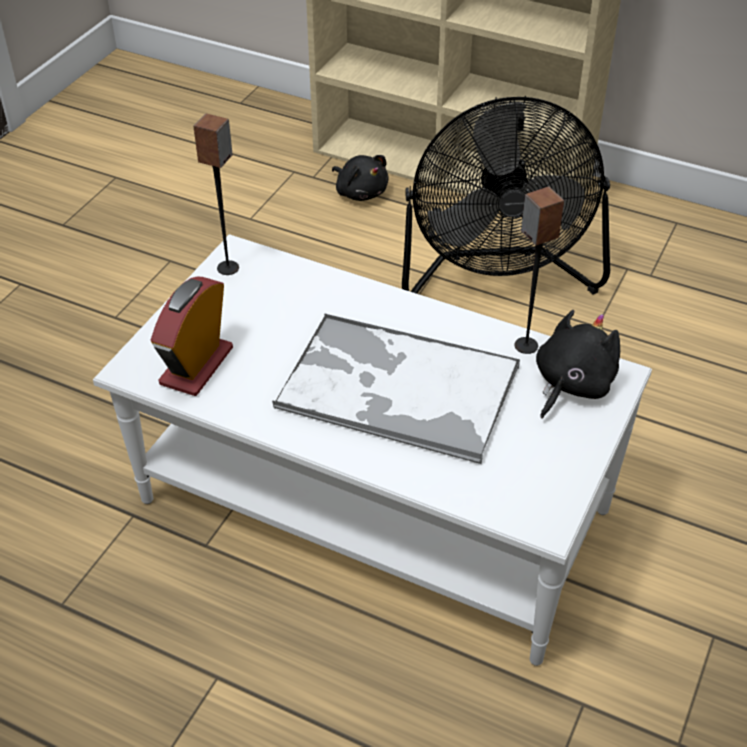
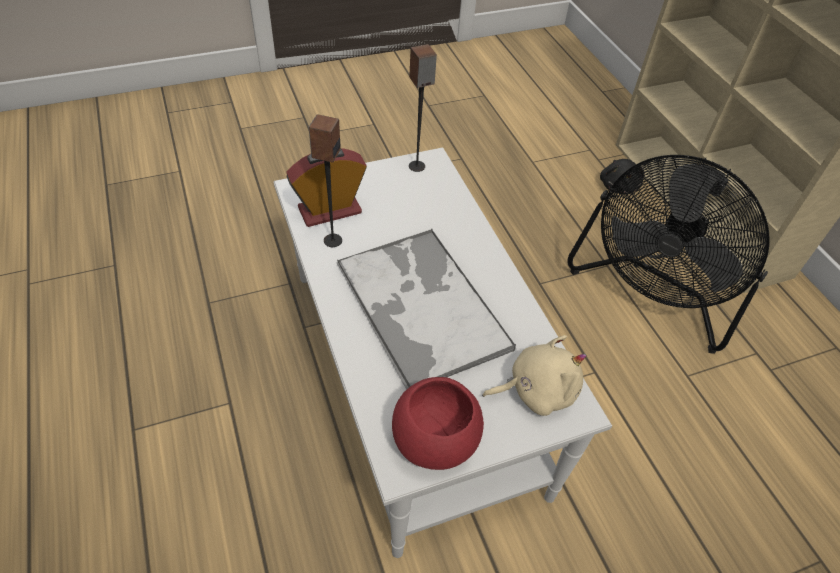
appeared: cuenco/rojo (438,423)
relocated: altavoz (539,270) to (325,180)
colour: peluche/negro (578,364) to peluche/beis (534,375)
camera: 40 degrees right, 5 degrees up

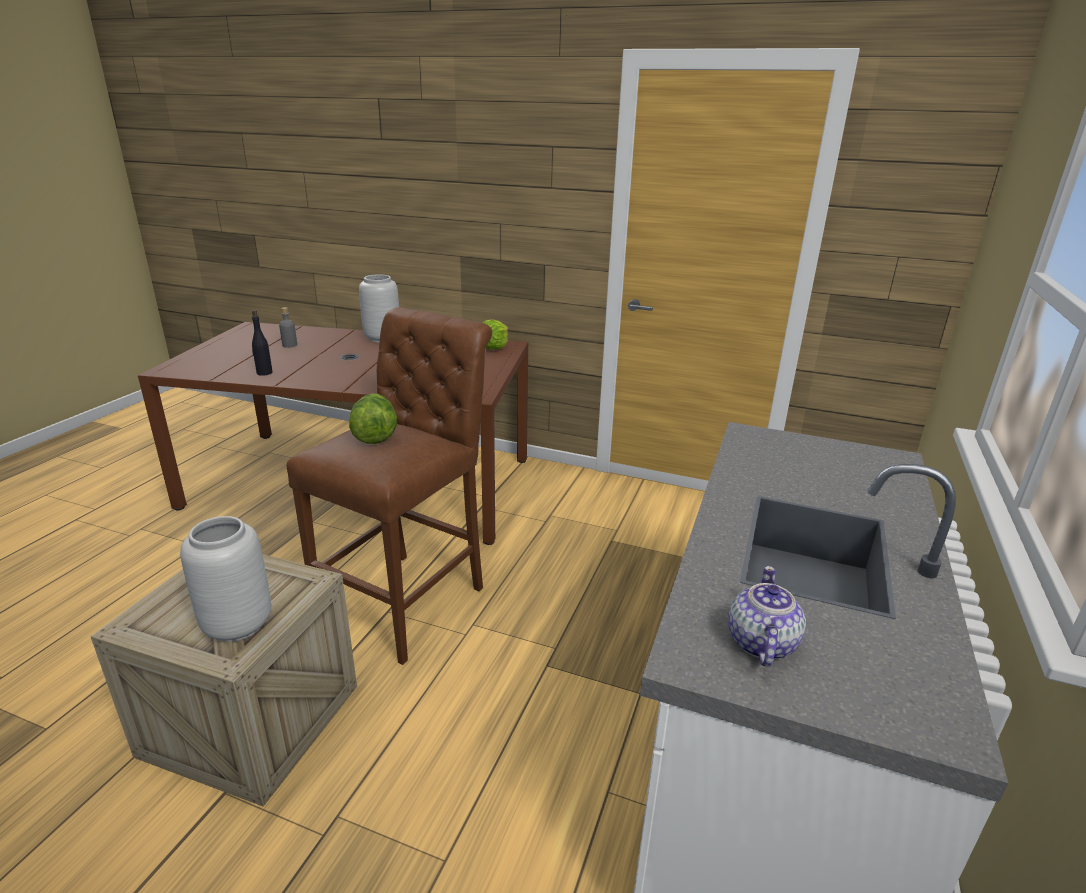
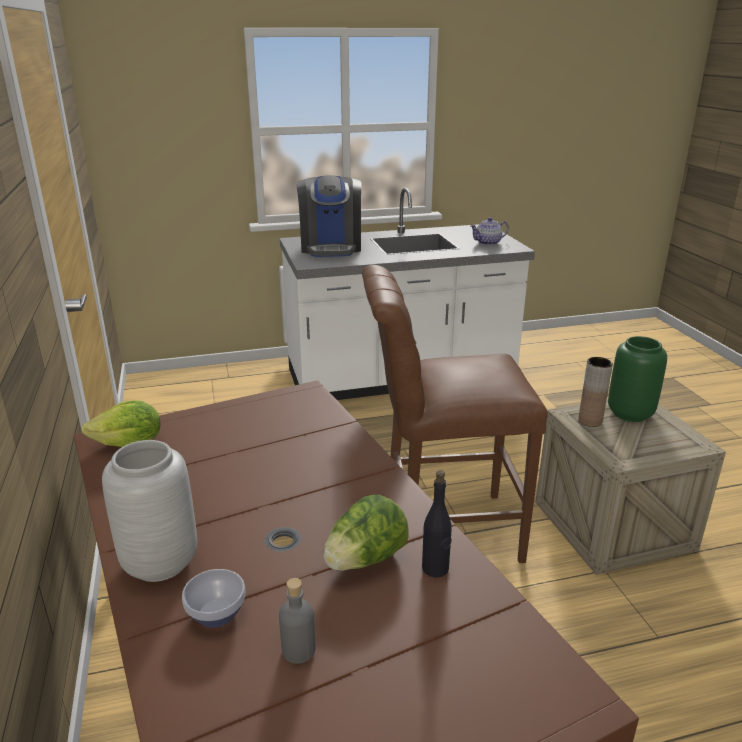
appeared: cuenco (213,598); cafetera (328,216); florero/marrón (595,392)
relocated: lechuga (373,418) to (366,533)
colour: florero/gris (225,579) to florero/verde (637,379)
camera: 125 degrees left, 0 degrees up

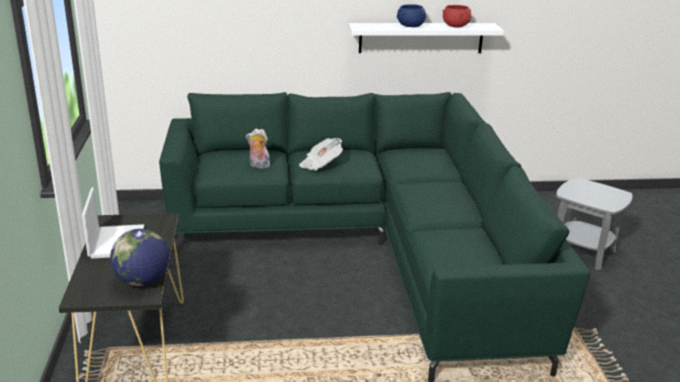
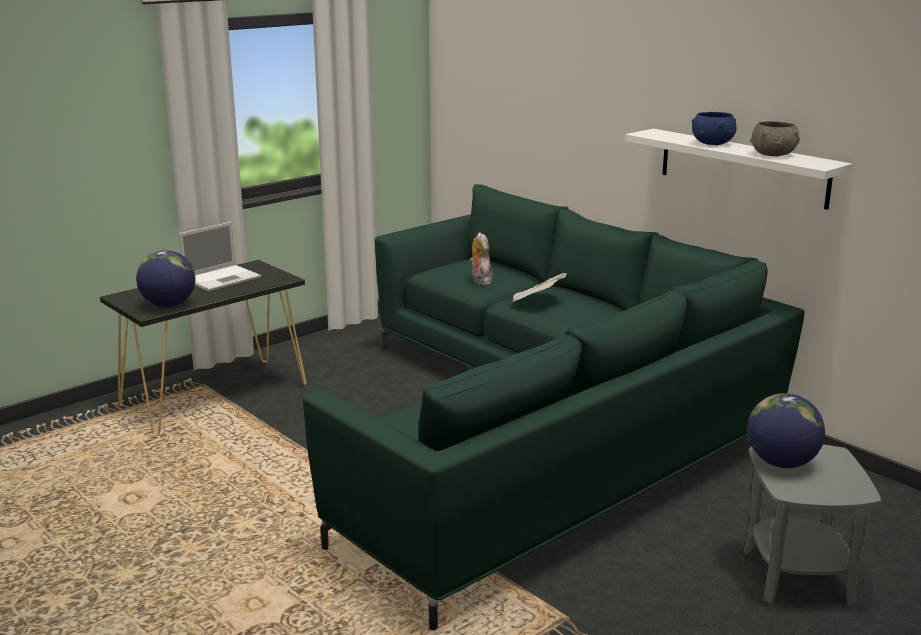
appeared: globo terráqueo (786,430)
colour: cuenco/rojo (457,16) to cuenco/gris (775,138)
camera: 55 degrees right, 5 degrees down

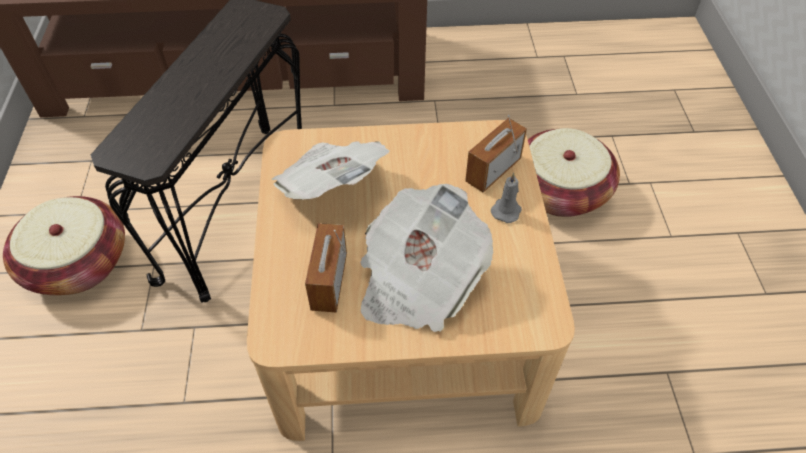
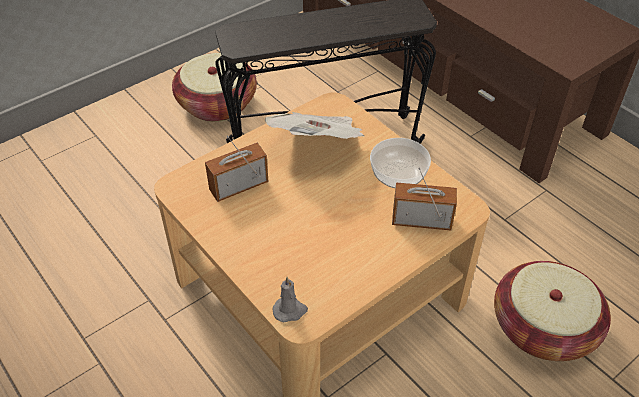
missing: periódico (426,258)
appeared: cuenco (400,163)
relocated: vela/gris (506,198) to (290,300)
camera: 55 degrees right, 5 degrees down

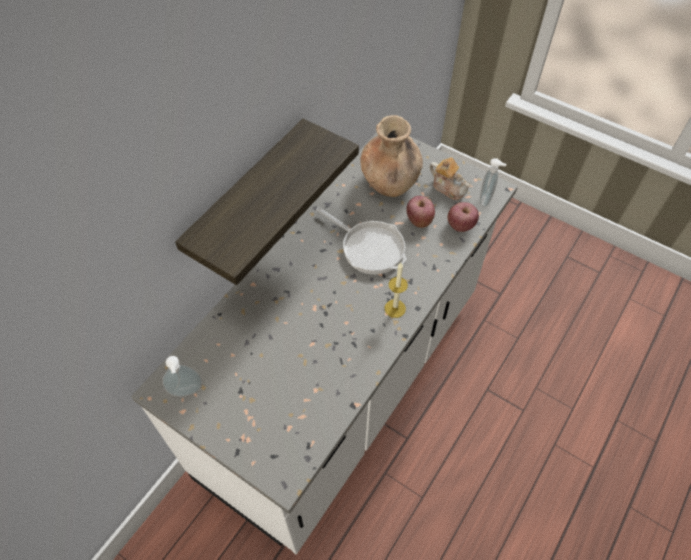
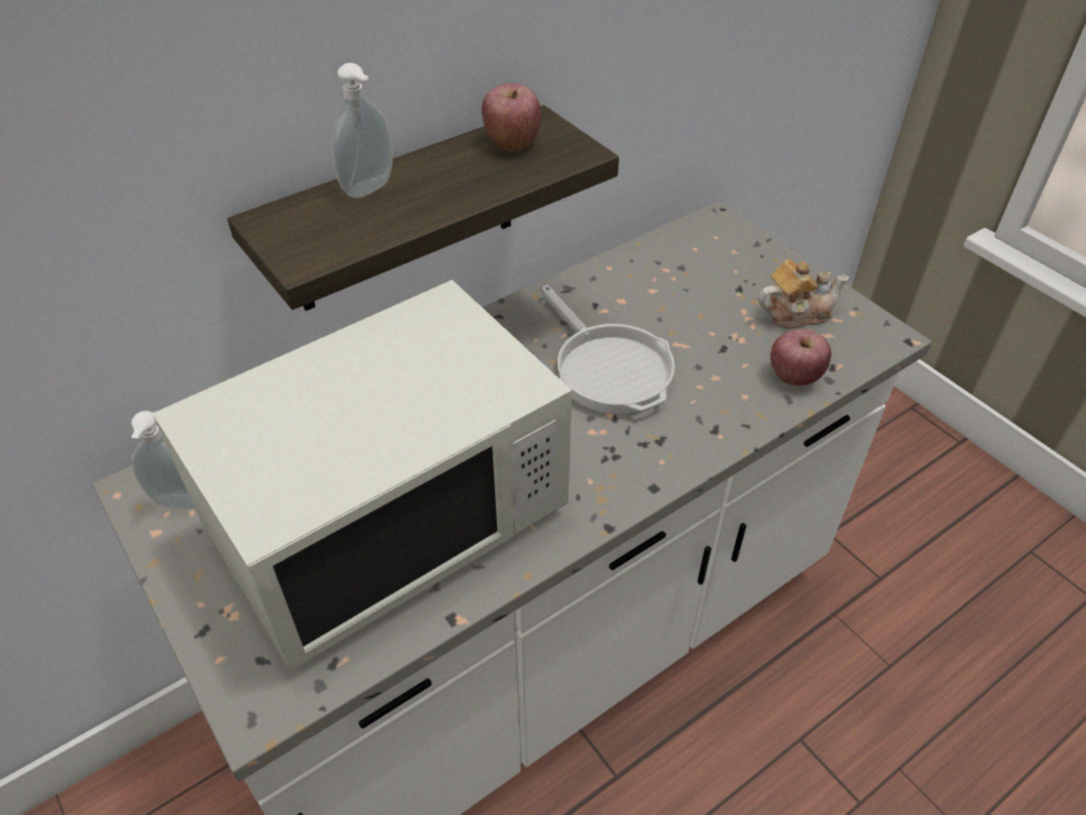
missing: florero/marrón (392,156); vela (396,290)
appeared: microondas/blanco (362,475)
relocated: manzana (420,212) to (511,117); dispensador de jabón (493,182) to (362,130)
spun: tetera (450,178) = (803,293) 75 degrees counterclockwise
camera: 20 degrees right, 10 degrees down

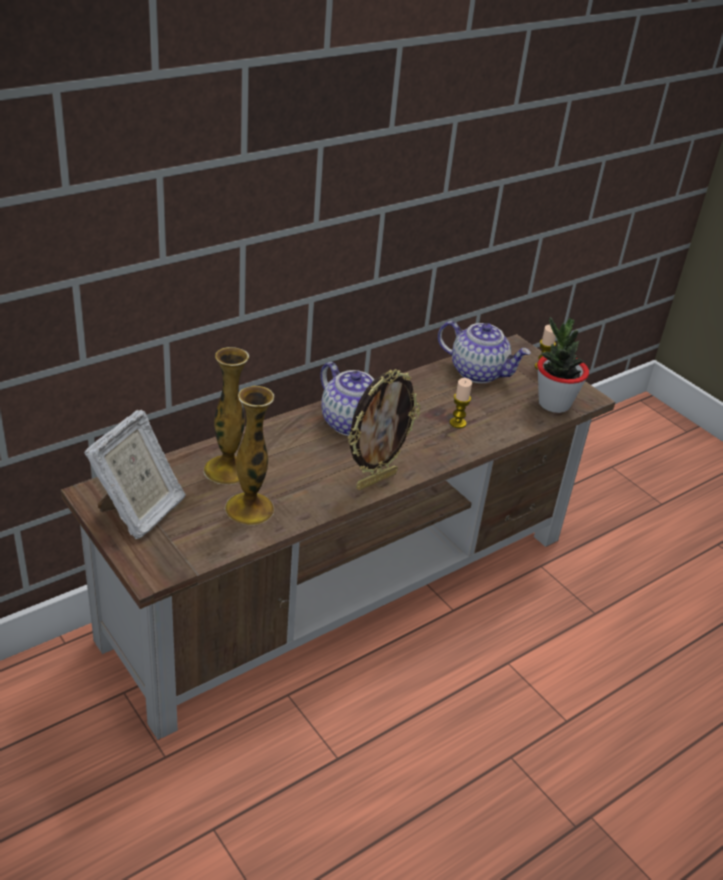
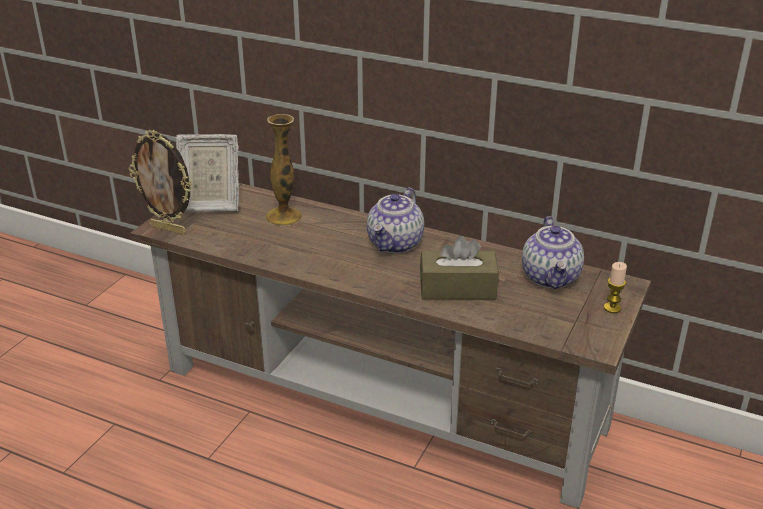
missing: florero (249,455); planta en maceta (563,365)
relocated: portarretratos (384,429) to (160,182)
exchanged: vela (461,403) to caja de pañuelos/marrón (459,268)
camera: 65 degrees right, 5 degrees down

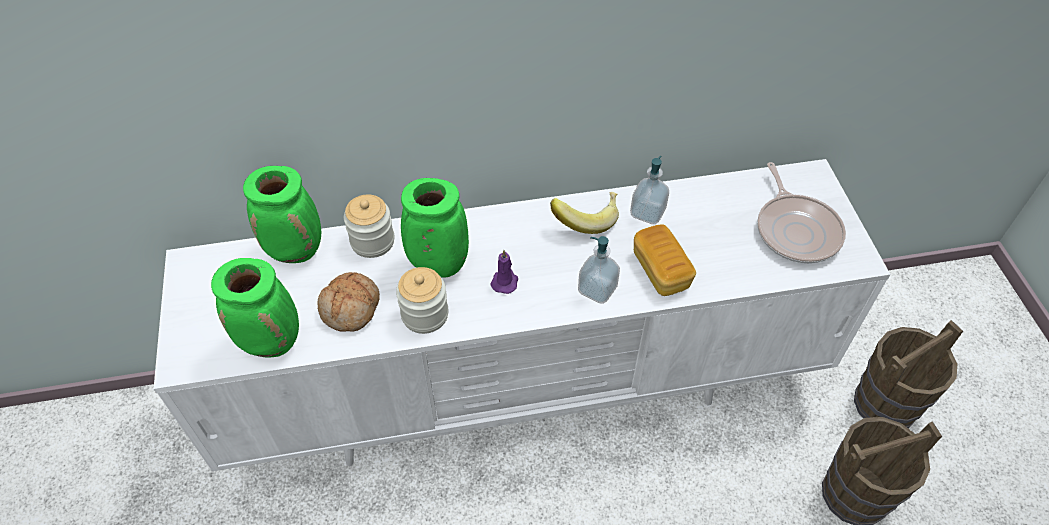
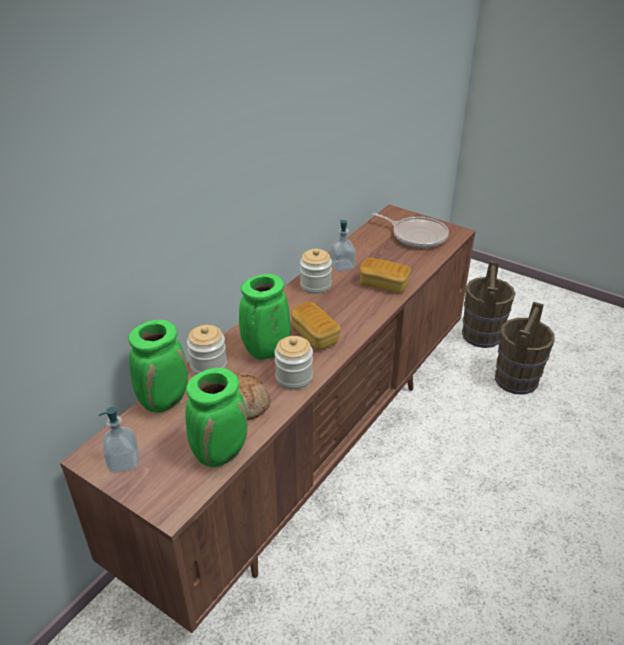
relocated: dispensador de jabón (599,270) to (119,440)
exchanged: vela/morado (504,272) to pan (316,326); plátano (584,213) to tarro (316,271)
colour: armario/blanco (522,315) to armario/marrón (268,419)
camera: 45 degrees left, 15 degrees down

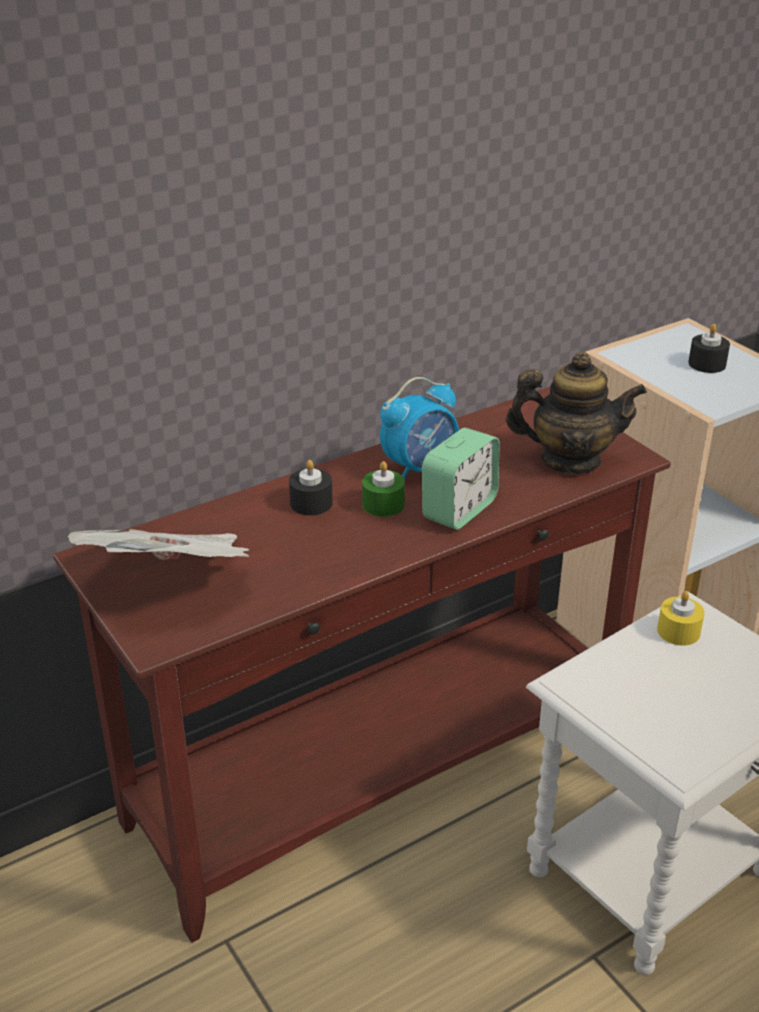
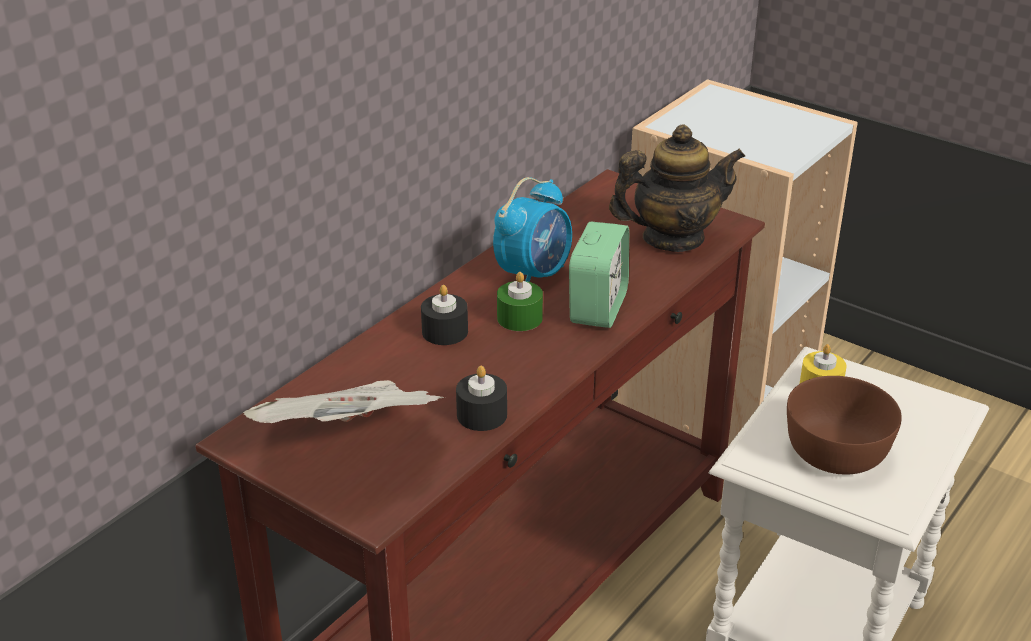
appeared: cuenco/marrón (844,425)
relocated: vela/negro (709,348) to (481,398)
camera: 20 degrees left, 0 degrees up

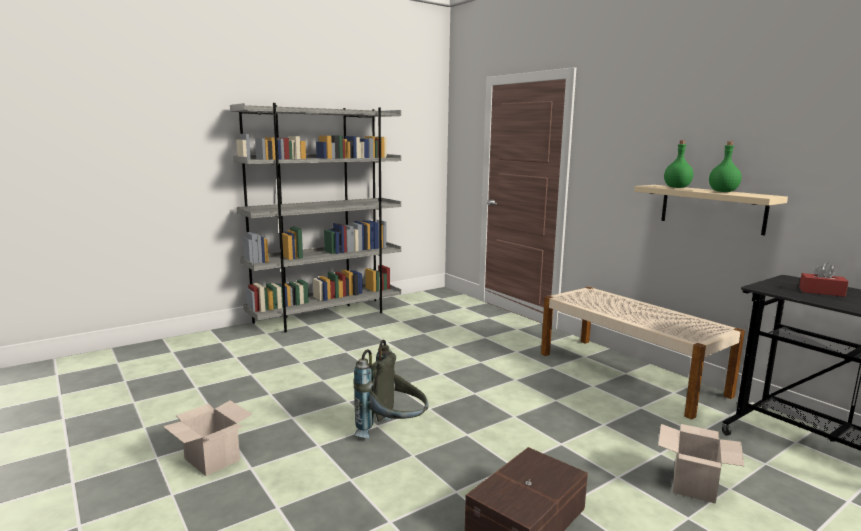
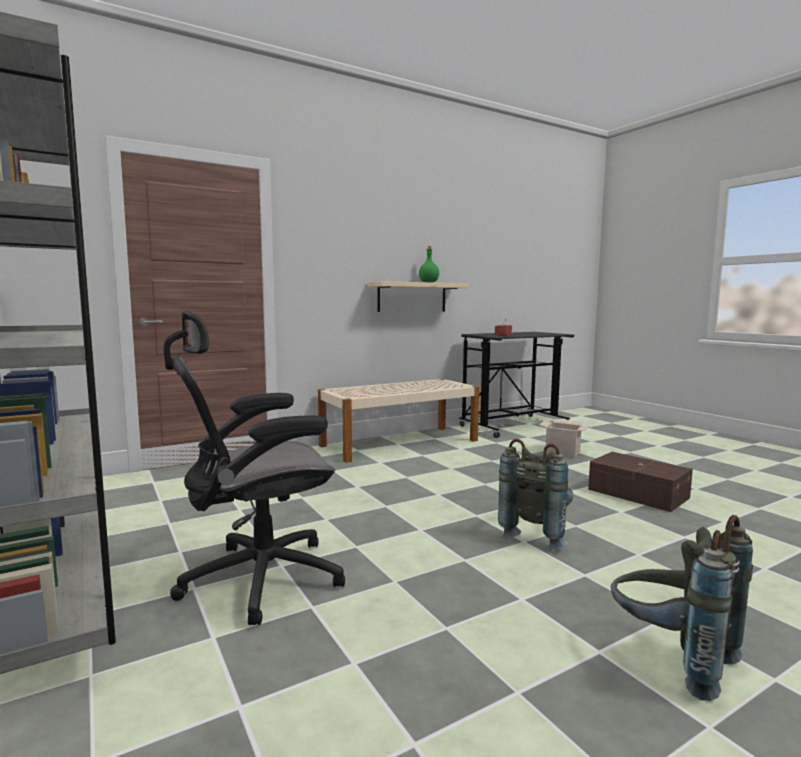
missing: botella/verde (678,164)
appeared: silla de oficina (254,467)
exchanged: caja de cartón (207,438) to mochila/gris (682,608)
camera: 85 degrees left, 5 degrees down

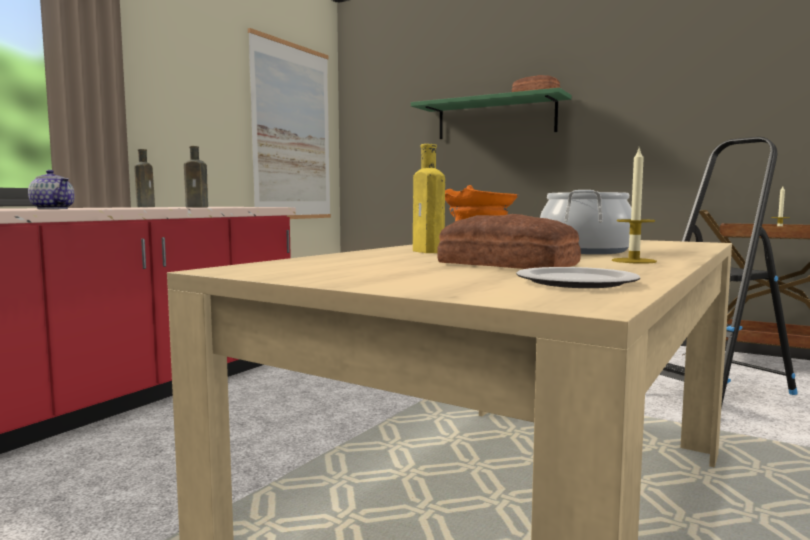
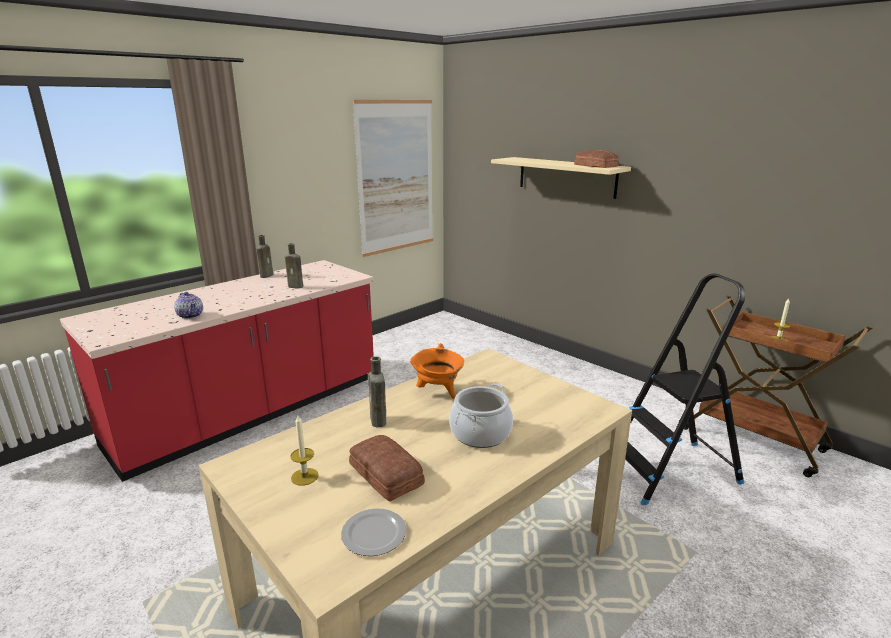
relocated: vela (634,206) to (304,450)
colour: estante/verde (491,113) to estante/beis (561,178); botella/amarillo (429,198) to botella/marrón (377,391)
camera: 15 degrees right, 15 degrees up

